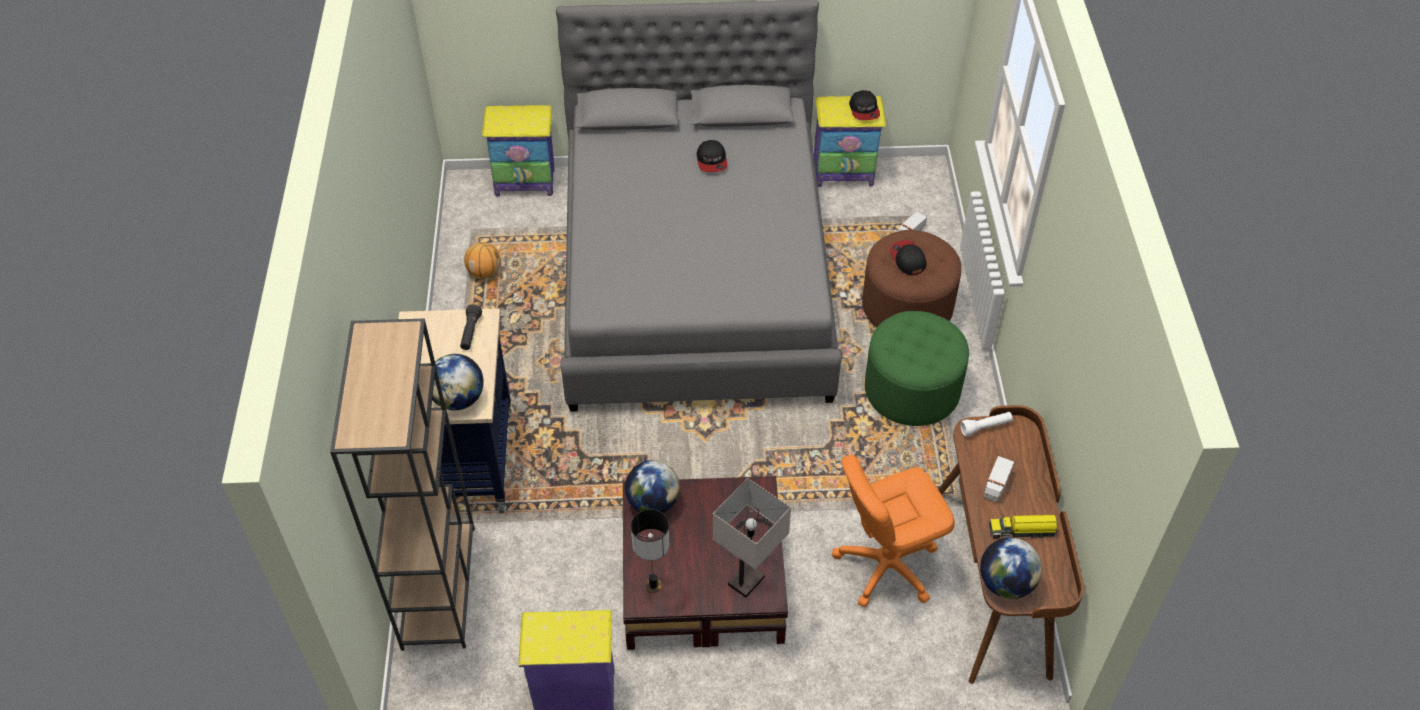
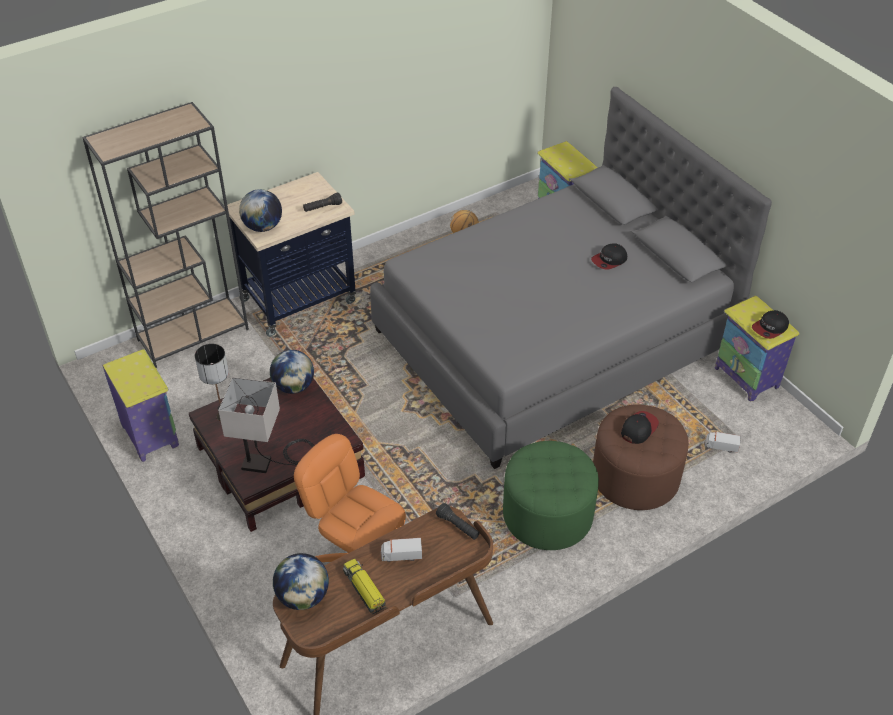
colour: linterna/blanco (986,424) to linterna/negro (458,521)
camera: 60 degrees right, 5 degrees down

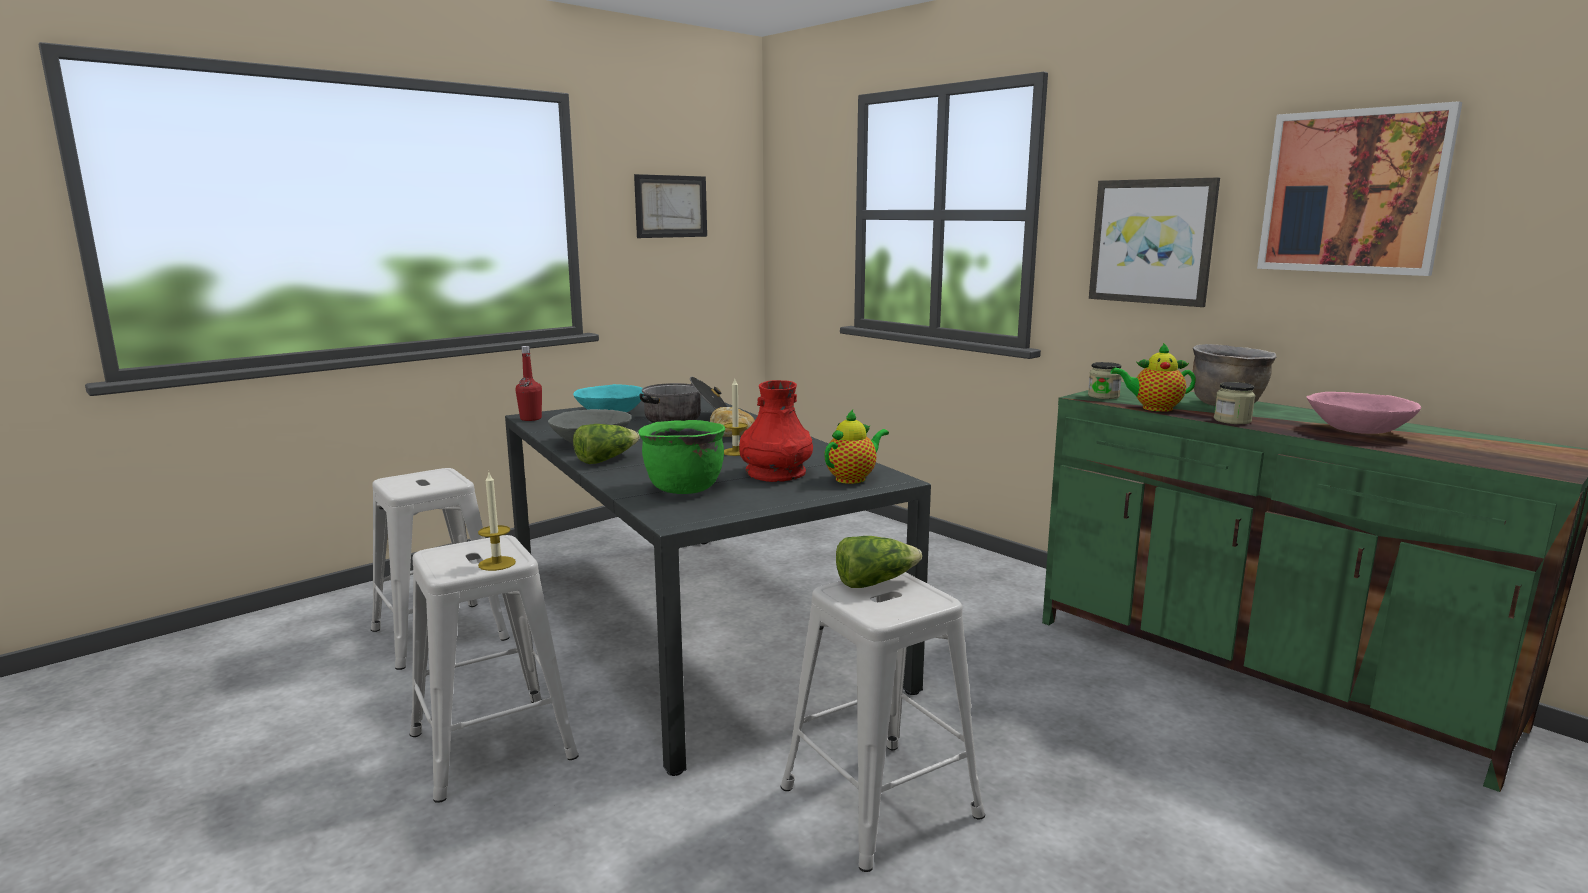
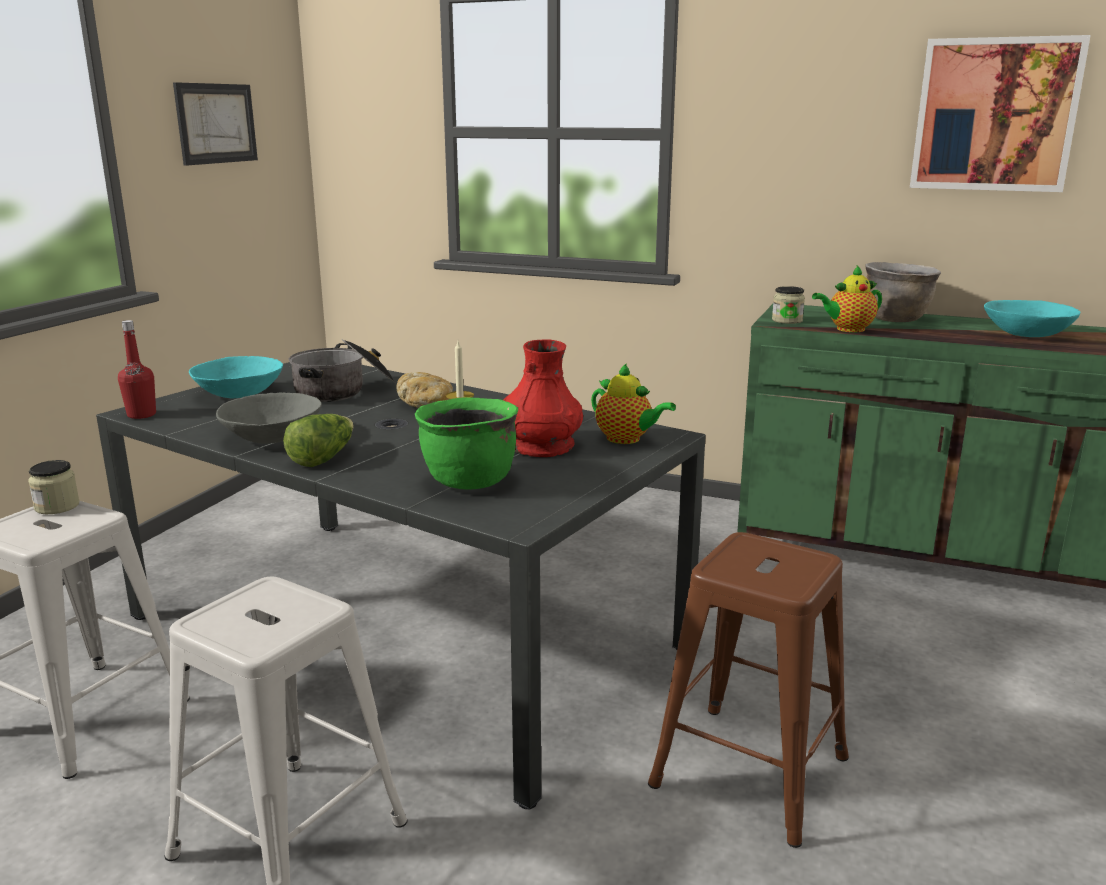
missing: vela (497,522); lechuga (879,562); cuadro (1154,242)
relocated: tarro (1234,403) to (54,487)
colour: taburete/blanco (883,722) to taburete/marrón (748,690); cuenco/rosa (1364,413) to cuenco/turquesa (1032,318)
spun: tetera (856,446) = (633,403) 105 degrees clockwise
camera: 25 degrees left, 5 degrees up

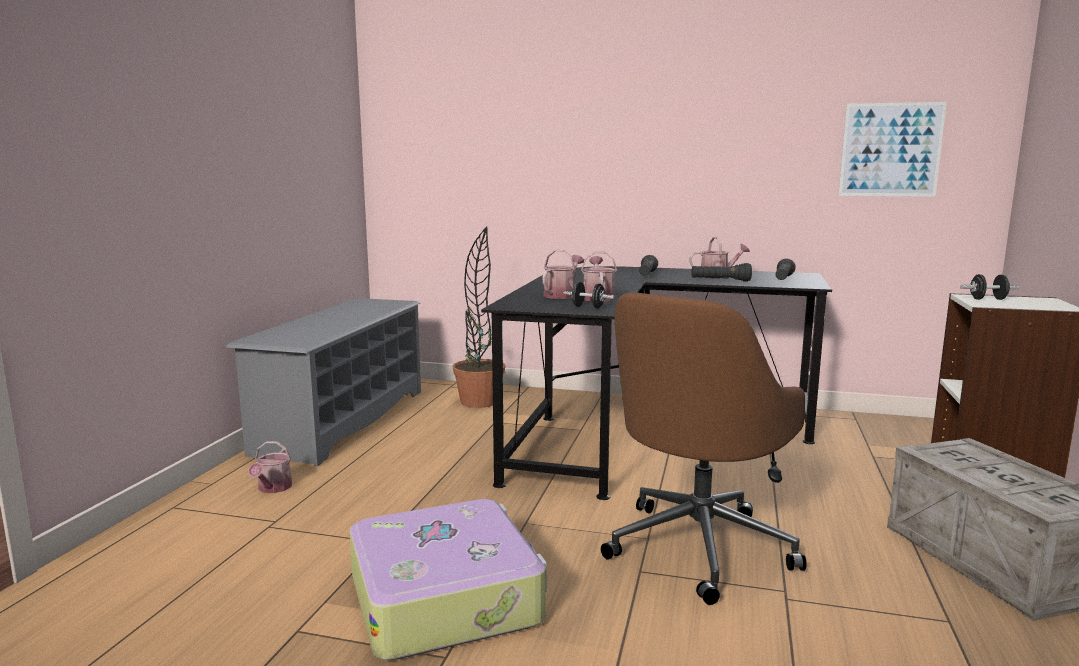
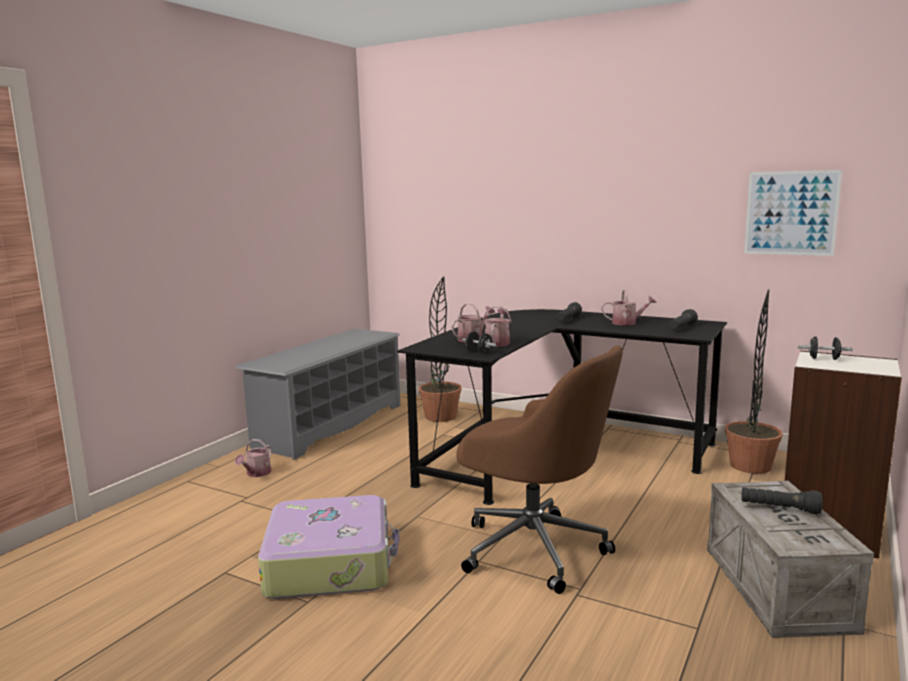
appeared: planta en maceta (754,381)
relocated: linterna/negro (721,272) to (781,501)
spun: silla de oficina/marrón (704,448) = (539,470) 105 degrees counterclockwise
camera: 15 degrees right, 0 degrees up

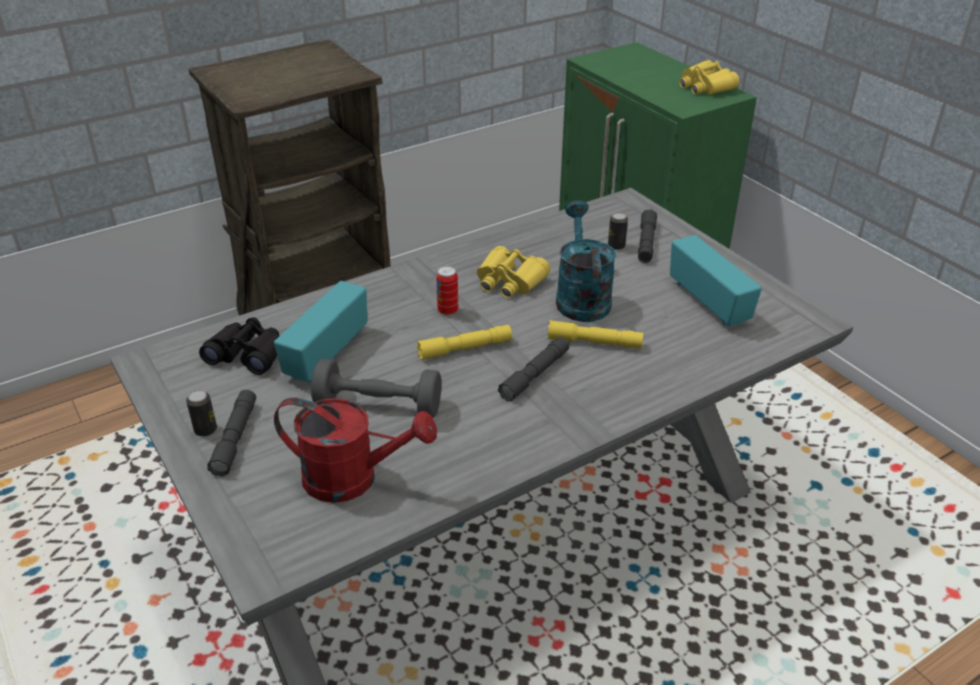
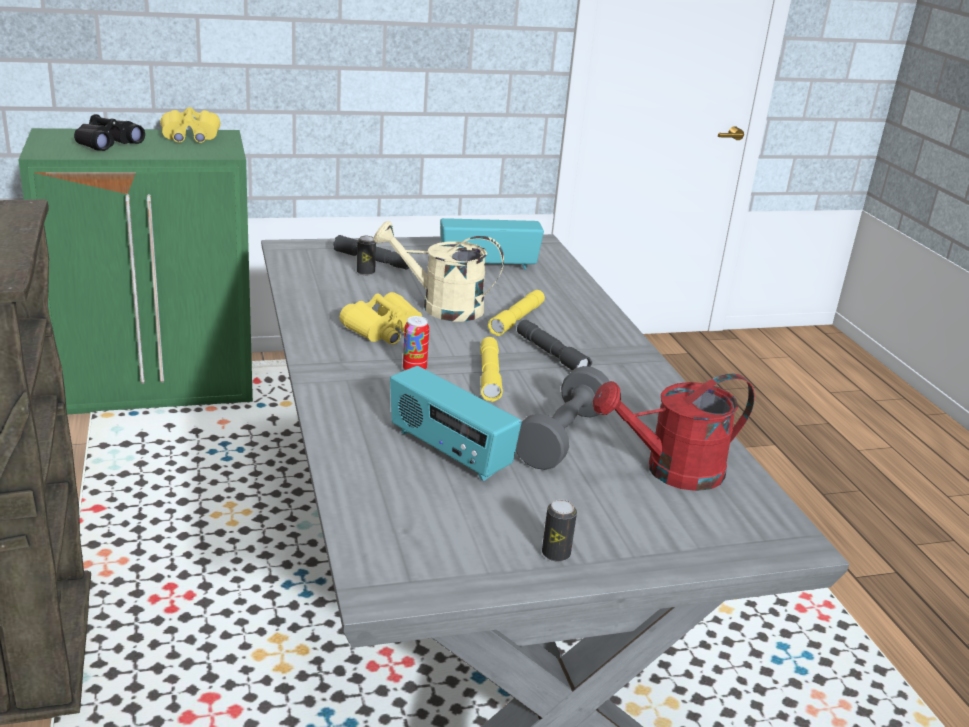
missing: linterna/gris (231,433)
relocated: prismáticos/negro (239,346) to (109,132)
colour: regadera/turquesa (586,261) to regadera/beis (439,271)
spun: regadera/rojo (355,450) = (674,432) 135 degrees counterclockwise
camera: 75 degrees left, 10 degrees down

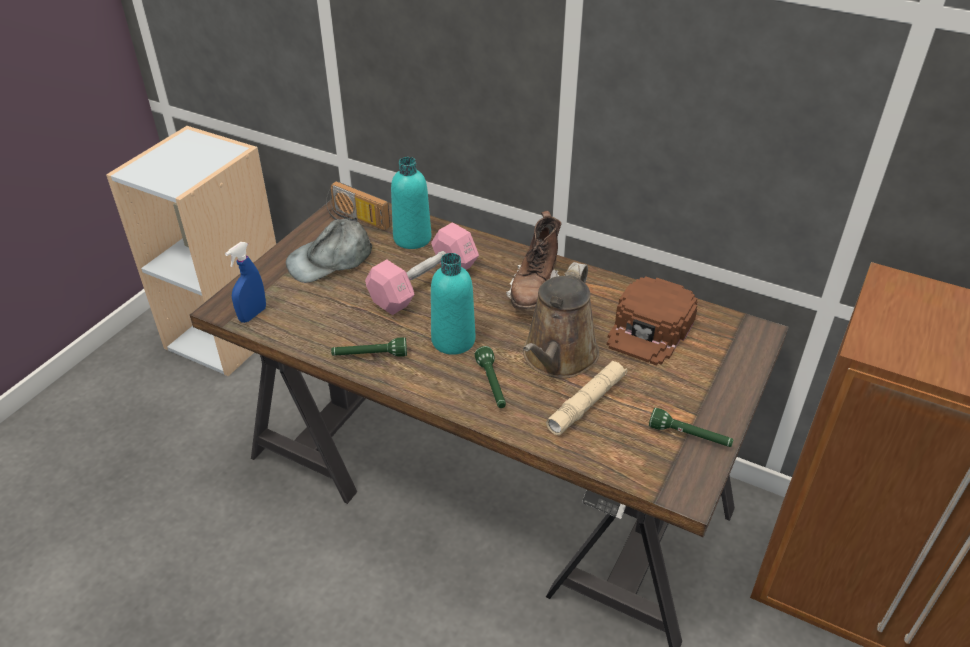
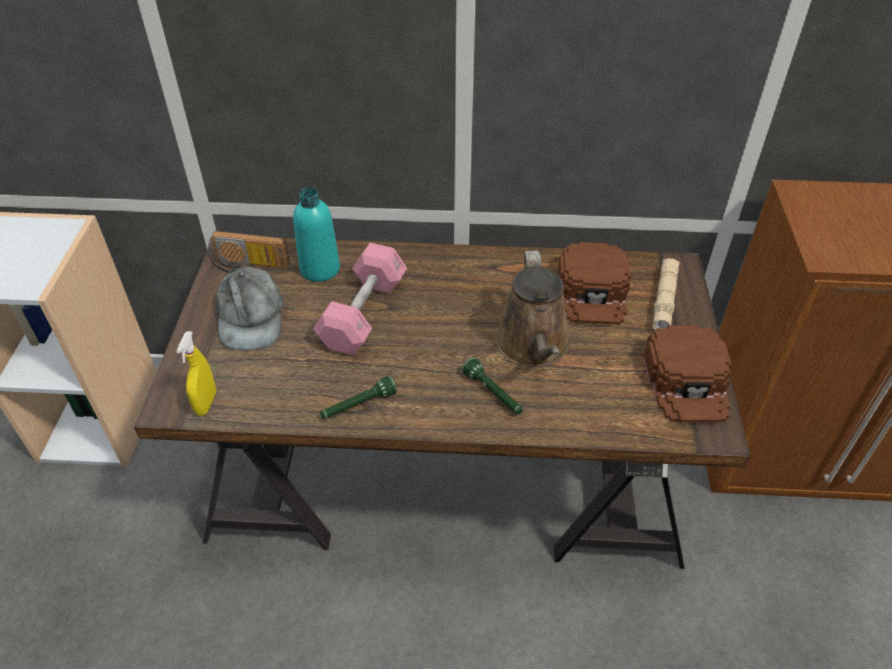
missing: botella/turquesa (453,304); bota/marrón (534,261)
relocated: linterna/beis (586,398) to (666,294)
exchanged: linterna/verde (691,427) to gorra/marrón (688,374)
colour: pulverizador/azul (245,282) to pulverizador/amarillo (196,373)
spun: gorra/gris (329,250) = (249,308) 45 degrees counterclockwise
camera: 25 degrees left, 5 degrees up

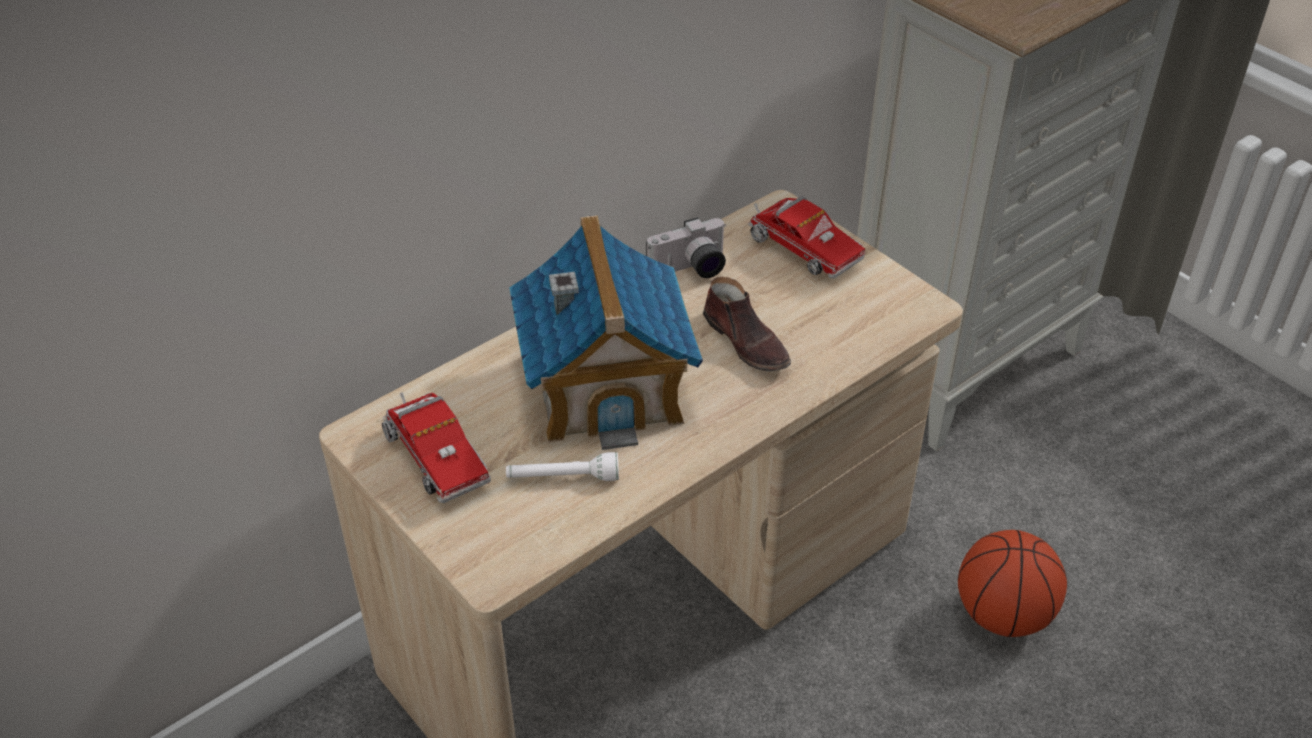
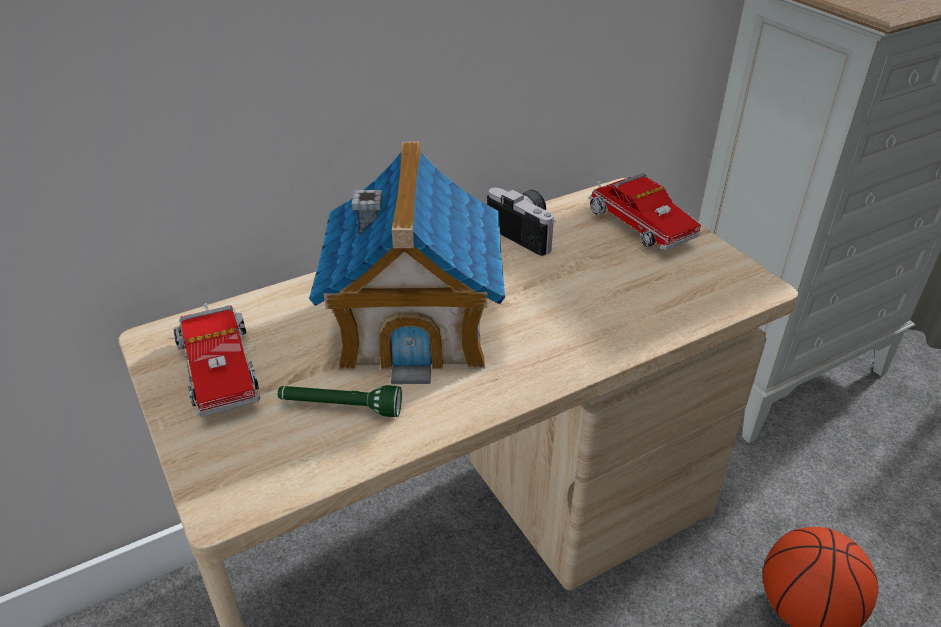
missing: zapato/marrón (747,324)
colour: linterna/blanco (562,466) to linterna/verde (340,401)
spun: cámara (686,247) = (521,222) 120 degrees counterclockwise
camera: 10 degrees right, 5 degrees down

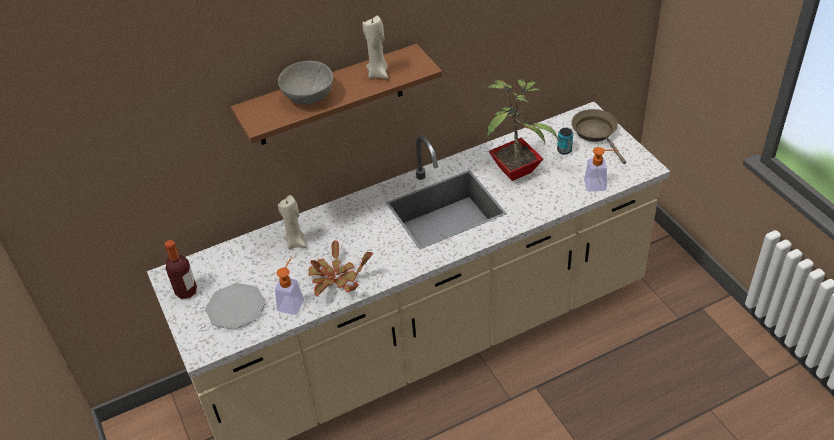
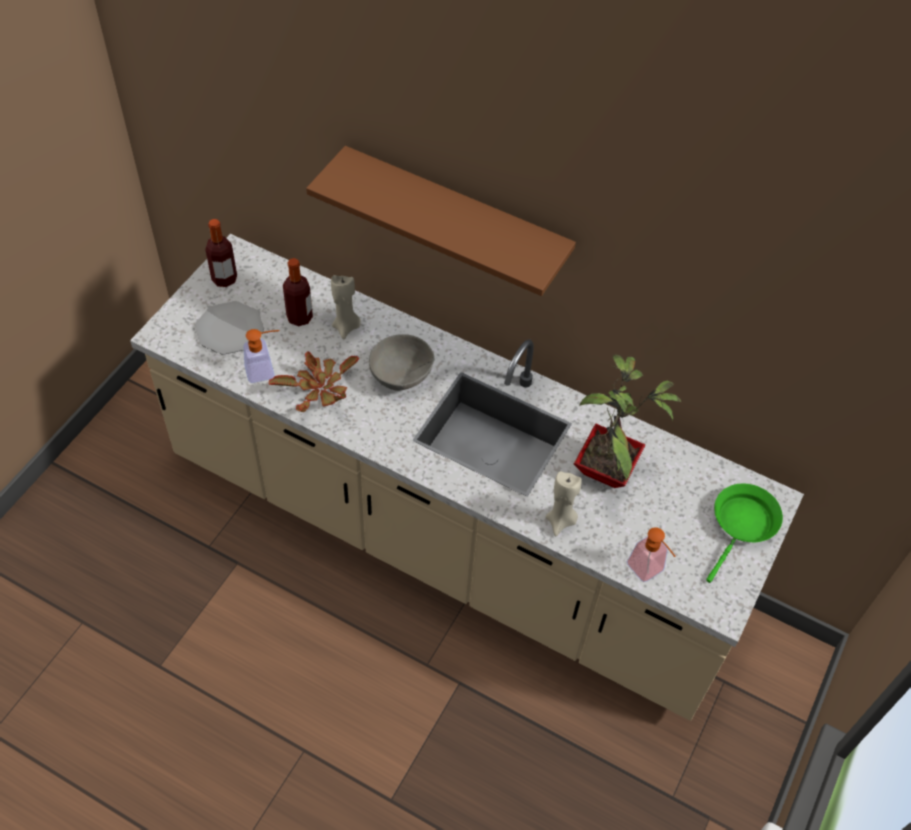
missing: lata (565,141)
appeared: botella (298,292)
relocated: cuenco/gris (305,82) to (402,362); vela/beis (375,47) to (563,503)
colour: sartén/marrón (598,136) to sartén/verde (744,533)
camera: 50 degrees right, 10 degrees up

